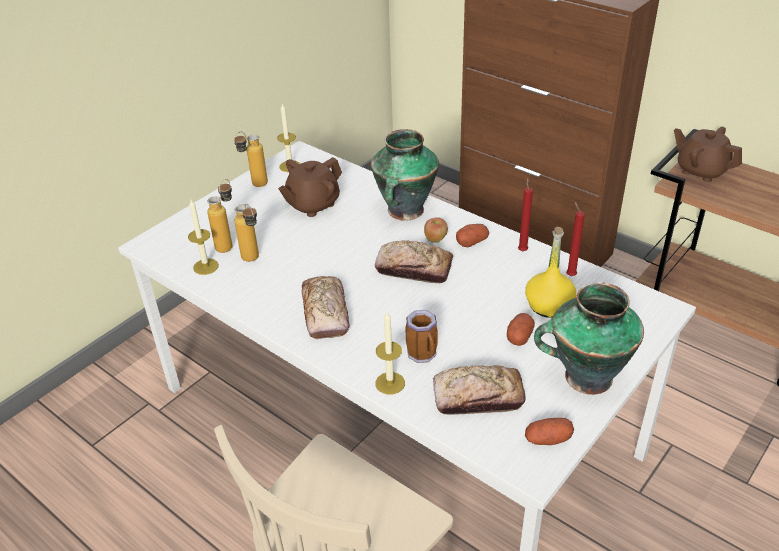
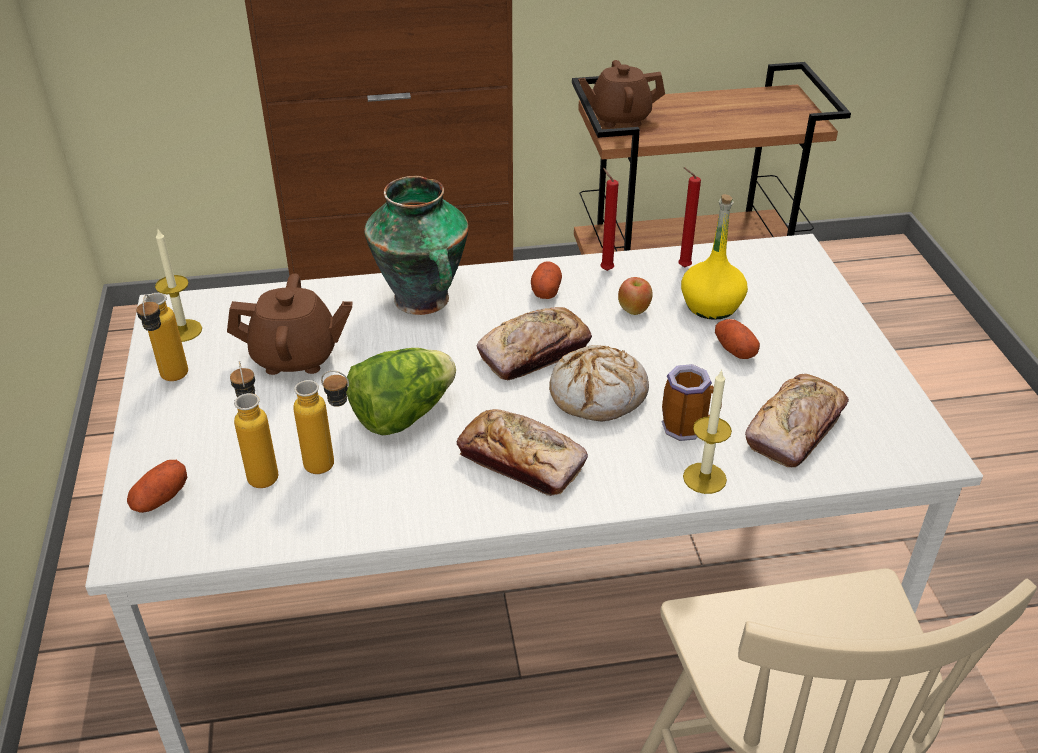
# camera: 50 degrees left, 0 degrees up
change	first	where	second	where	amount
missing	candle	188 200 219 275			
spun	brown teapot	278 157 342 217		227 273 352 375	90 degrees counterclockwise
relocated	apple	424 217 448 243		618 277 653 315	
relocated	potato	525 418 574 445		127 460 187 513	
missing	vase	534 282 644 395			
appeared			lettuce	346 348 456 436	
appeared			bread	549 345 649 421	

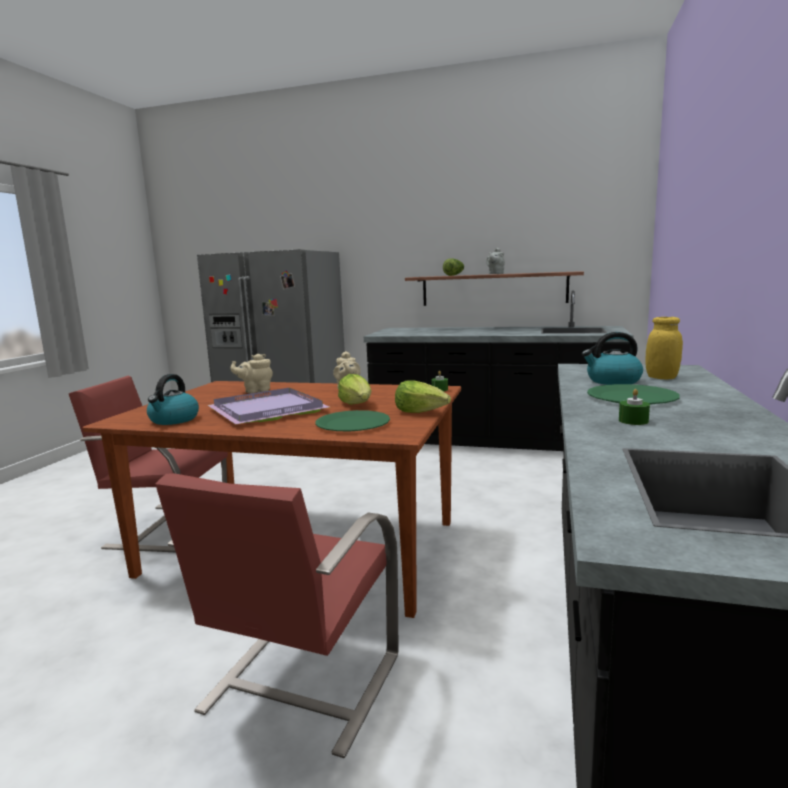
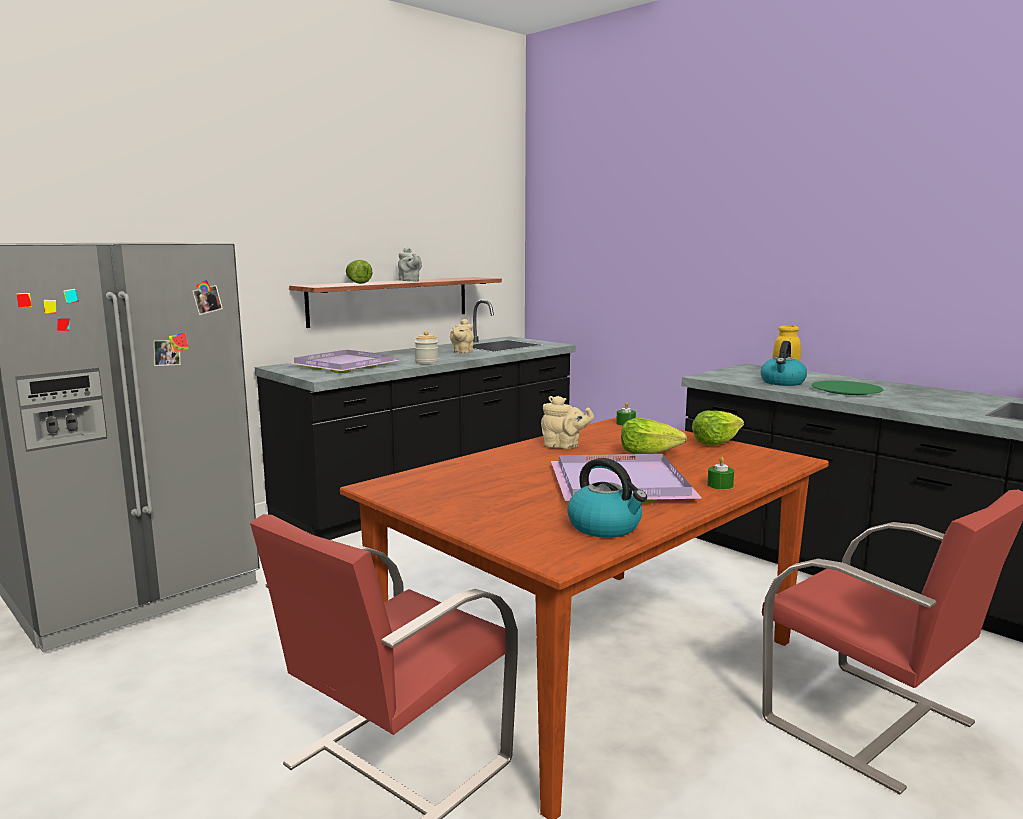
# camera: 60 degrees left, 0 degrees up
change	first	where	second	where	amount
relocated	beige teapot	230 354 273 393		450 319 474 354	
missing	green plate	316 410 390 431			
relocated	green candle	619 389 650 425		707 456 734 489	
appeared			purple tray	289 350 400 373	
appeared			jar	415 331 438 364	

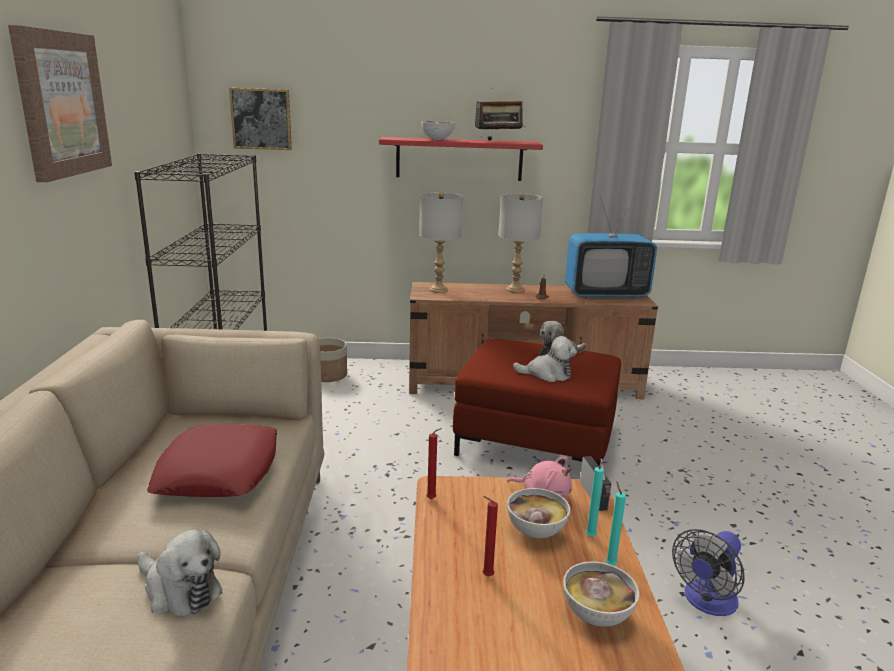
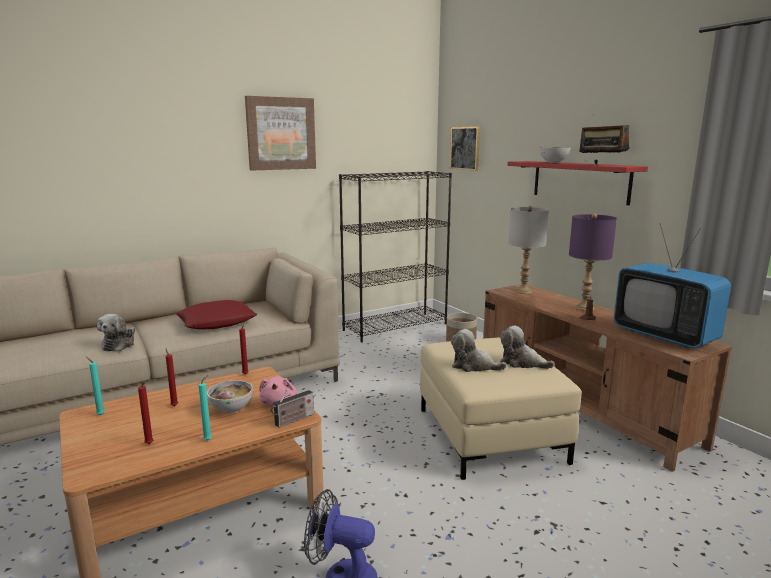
# camera: 60 degrees right, 5 degrees down
change	first	where	second	where	amount
colour	red ottoman	453 338 621 466	beige ottoman	420 337 582 480	
colour	grey table lamp	498 193 543 293	purple table lamp	569 213 617 311	
spun	plush toy	513 336 577 382		451 329 507 372	135 degrees clockwise
exchanged	bowl	563 562 639 627	red candle	138 383 154 444	
relocated	turquoise candle	586 465 604 537		86 357 105 415	

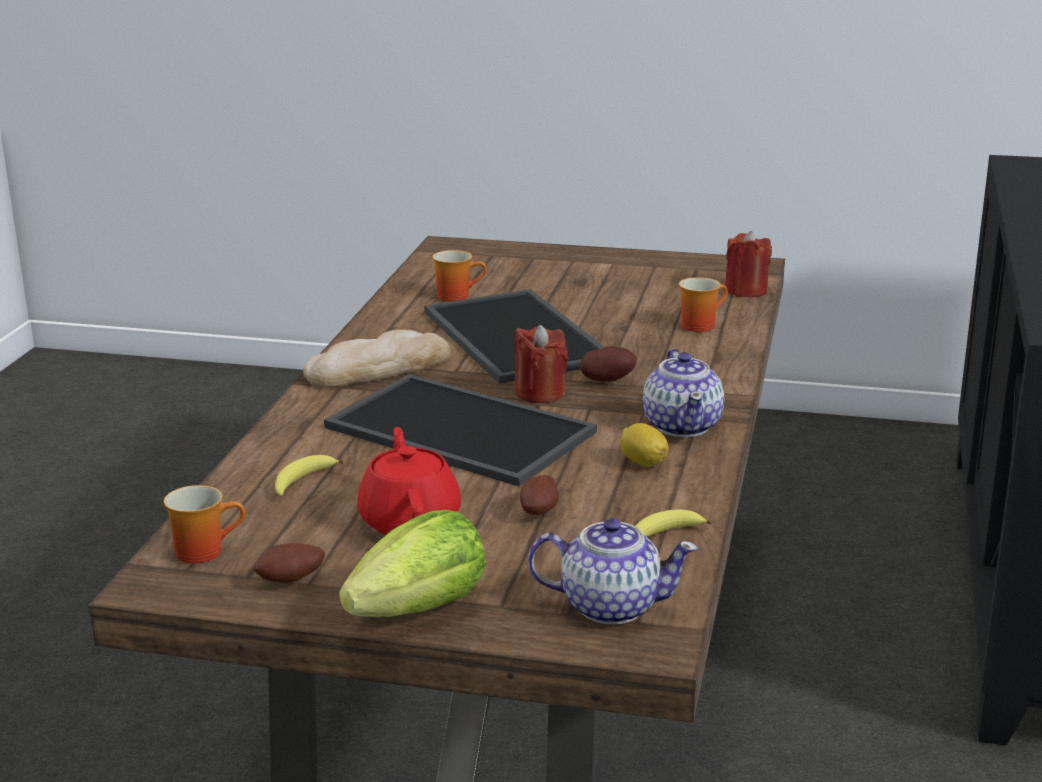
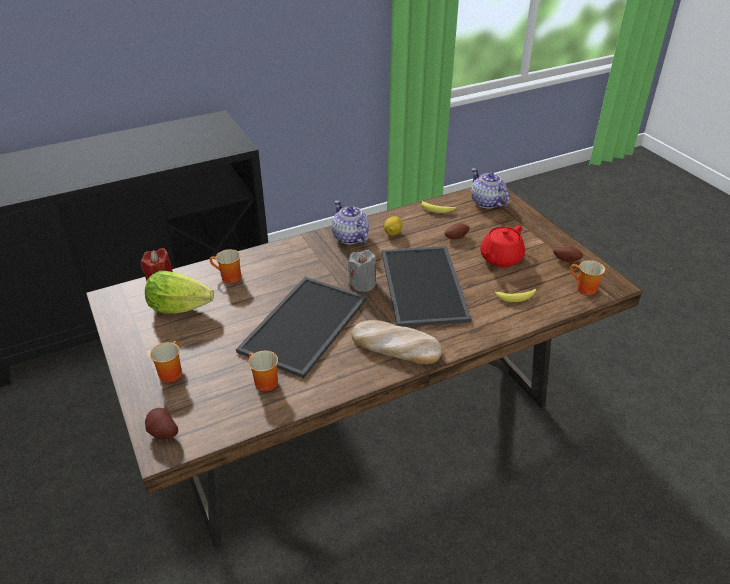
# camera: 130 degrees left, 15 degrees up
change	first	where	second	where	amount
relocated	lettuce	339 510 487 617		145 271 214 314	
colour	red candle	515 325 568 403	grey candle	348 250 376 292	
relocated	potato	580 346 637 382		145 408 178 440	
spun	teapot	643 349 724 437		332 200 369 244	75 degrees counterclockwise
appeared			mug	150 341 182 382	

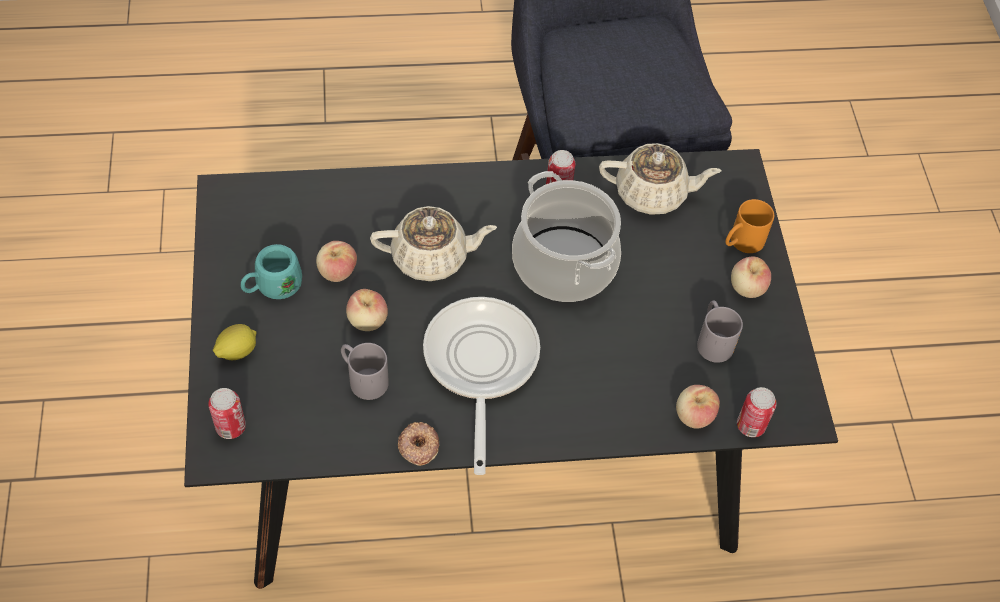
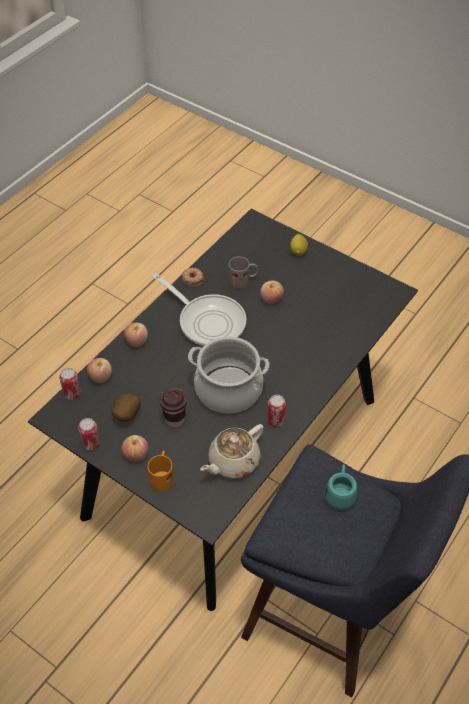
# camera: 135 degrees right, 5 degrees down
change	first	where	second	where	amount
relocated	can	208 388 246 439		78 418 100 450	
relocated	turquoise mug	241 244 302 299		325 464 357 510	
relocated	apple	316 241 357 282		124 323 148 347	
missing	beige teapot	370 206 497 281			
exchanged	grey mug	697 300 743 363	potato	112 393 141 422	
appeared			brown cup	159 388 187 427	

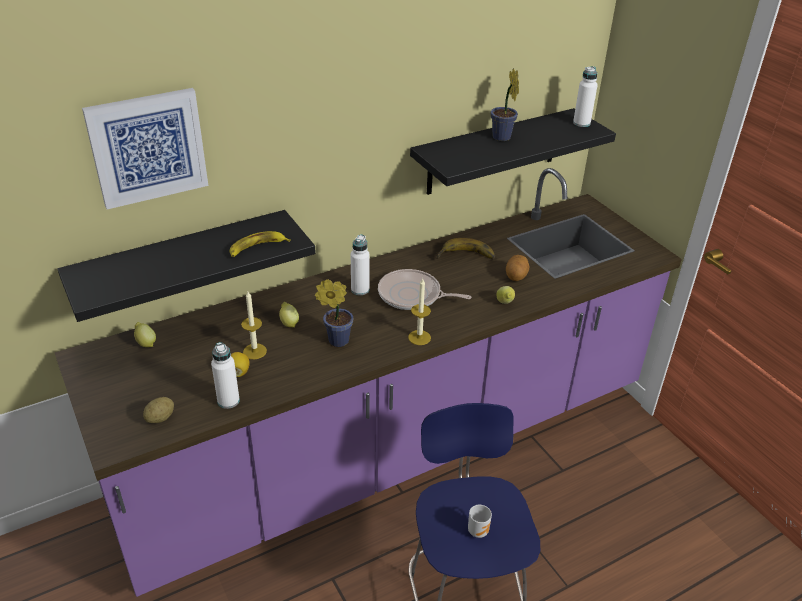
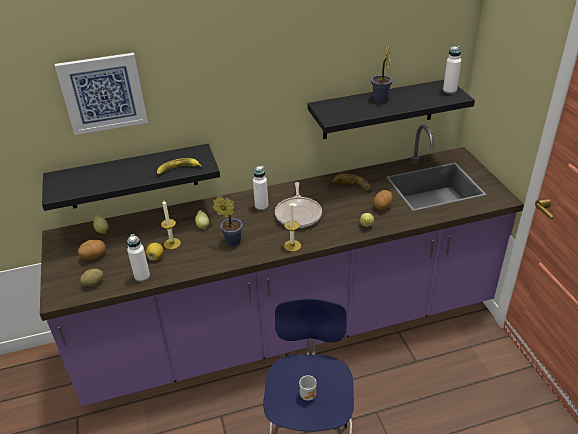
# camera: 15 degrees right, 0 degrees up
change	first	where	second	where	amount
spun	frying pan	378 269 471 310		275 182 322 228	120 degrees counterclockwise
appeared			potato	78 240 106 260	

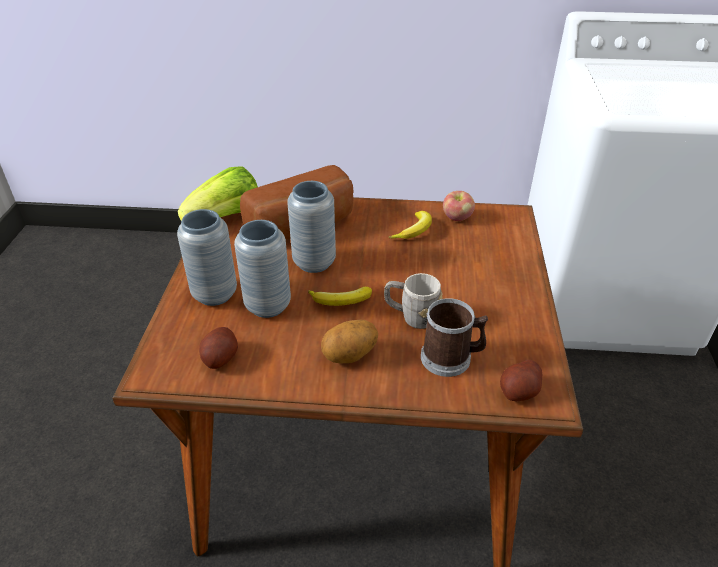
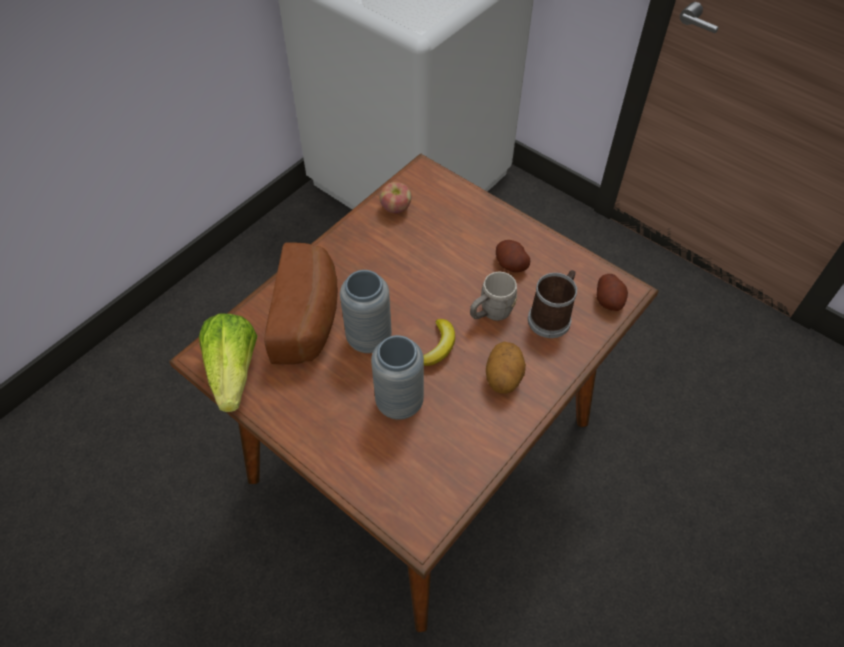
# camera: 55 degrees left, 15 degrees up
change	first	where	second	where	amount
missing	grey vase	177 209 237 306			
relocated	potato	199 327 238 369		496 240 530 272	
missing	banana	388 211 432 239			

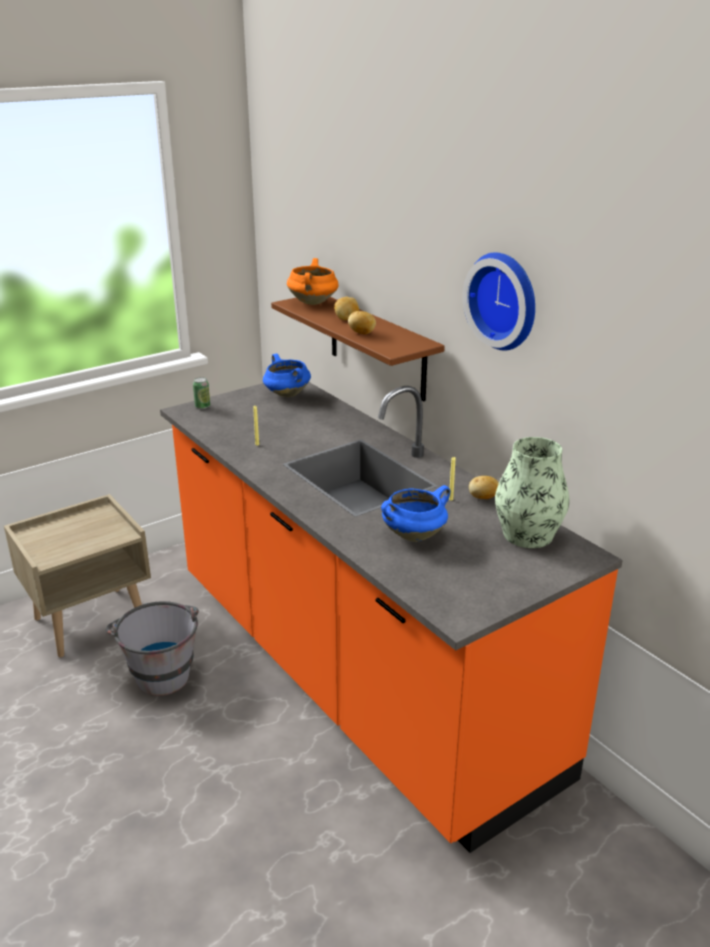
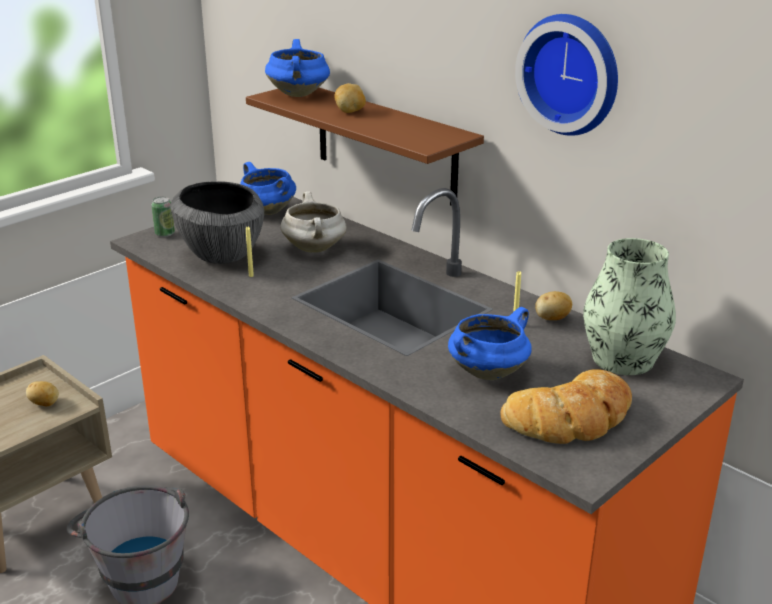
# camera: 10 degrees left, 0 degrees up
change	first	where	second	where	amount
colour	orange cooking pot	287 258 339 305	blue cooking pot	265 39 330 97	
relocated	potato	348 311 376 334		26 381 59 406	
appeared			bowl	170 181 264 264	
appeared			white cooking pot	280 191 346 253	
appeared			bread	500 369 632 444	

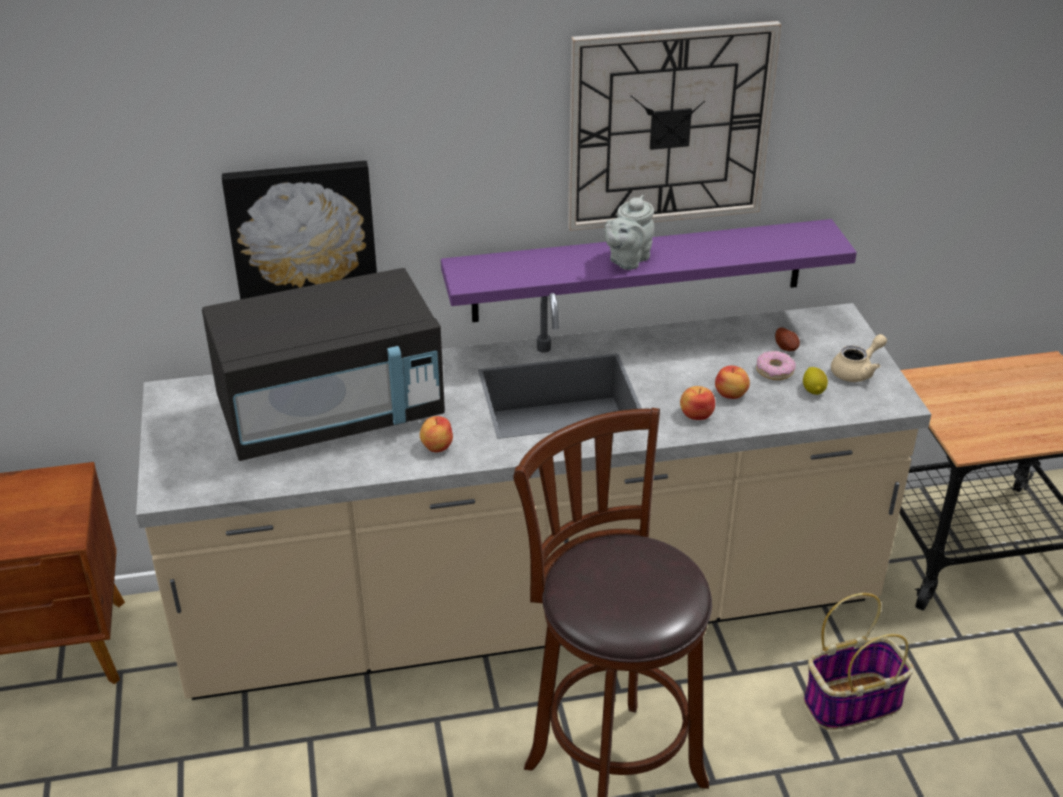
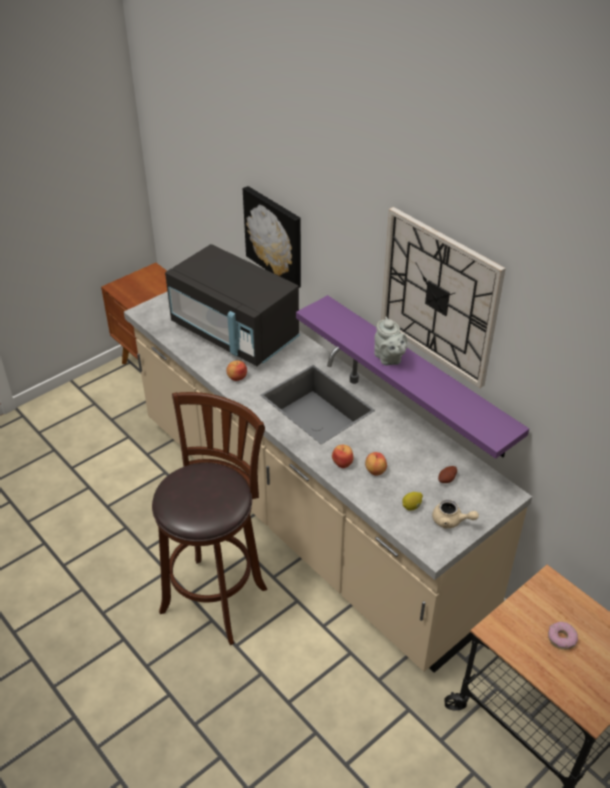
# camera: 60 degrees right, 5 degrees up
change	first	where	second	where	amount
spun	grey teapot	604 195 654 270		374 317 407 365	120 degrees counterclockwise
relocated	donut	756 351 796 380		548 622 578 650	
missing	basket	804 593 914 730			

